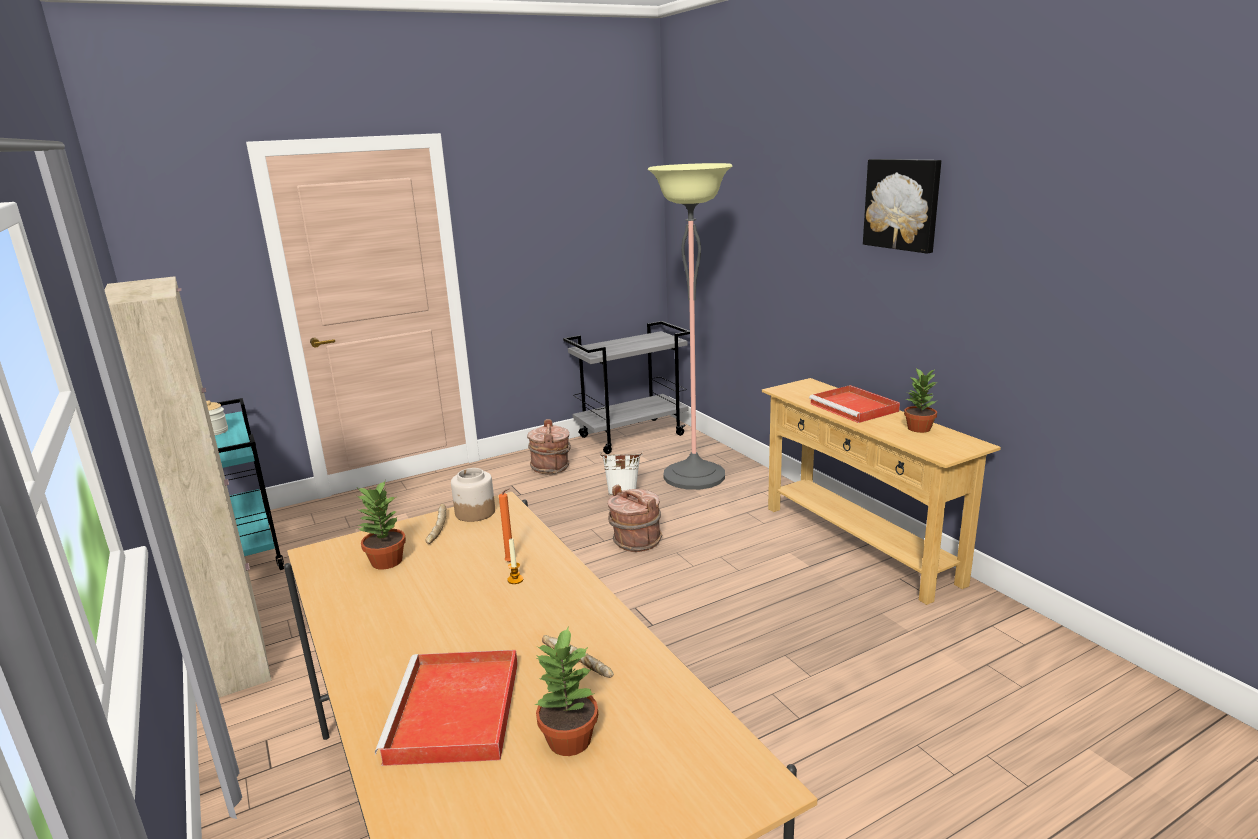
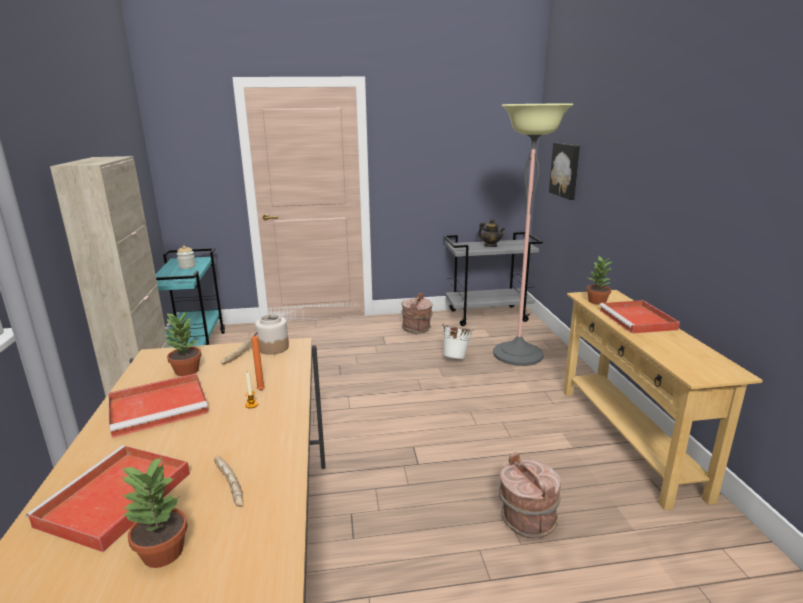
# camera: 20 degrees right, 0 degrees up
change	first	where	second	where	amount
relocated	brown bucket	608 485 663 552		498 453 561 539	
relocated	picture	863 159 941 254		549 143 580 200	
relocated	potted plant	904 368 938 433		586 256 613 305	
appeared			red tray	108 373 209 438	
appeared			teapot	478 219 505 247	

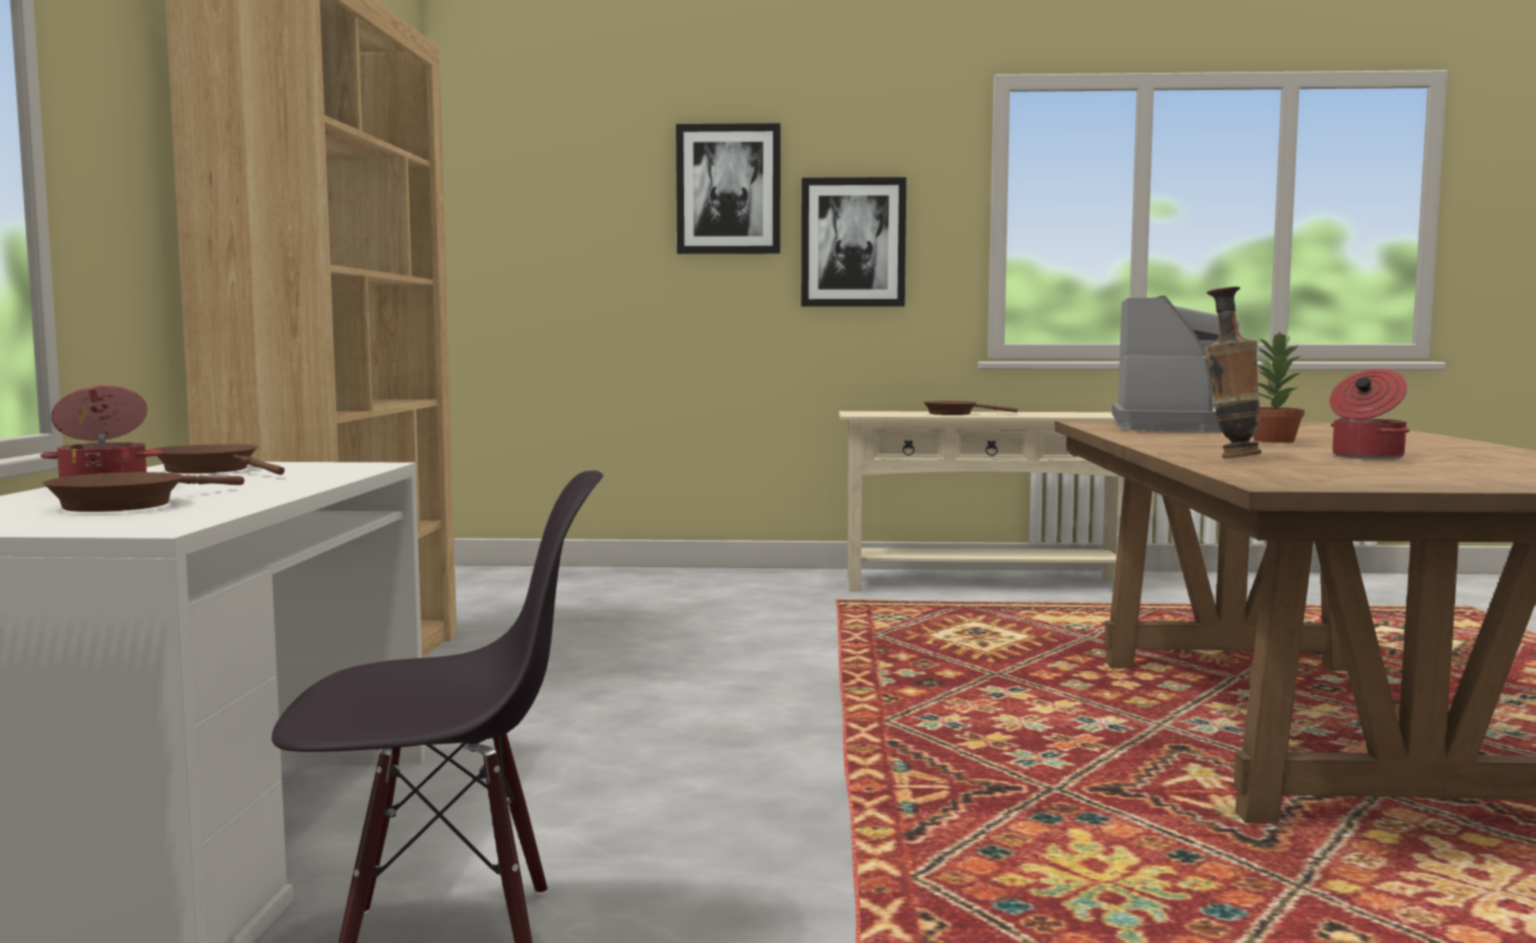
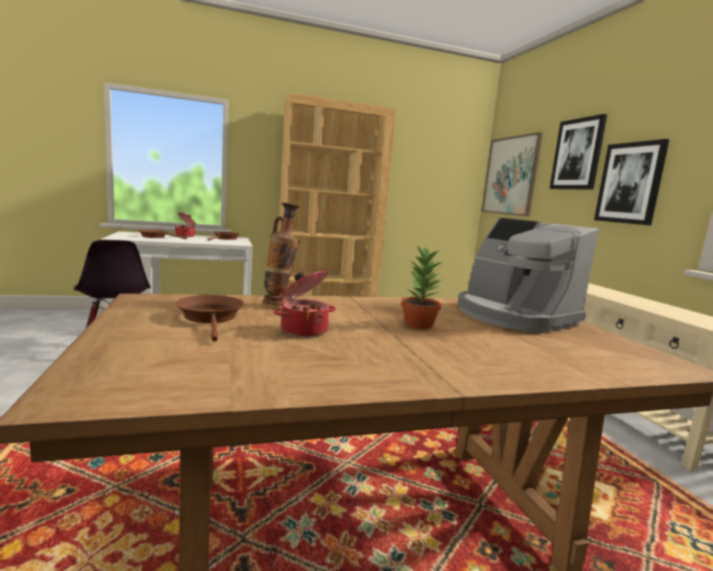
# camera: 70 degrees right, 5 degrees up
change	first	where	second	where	amount
relocated	brown frying pan	923 401 1018 415		175 295 244 342	
spun	coffee machine	1112 296 1239 432		458 218 599 332	60 degrees clockwise
appeared			picture	481 132 542 216	

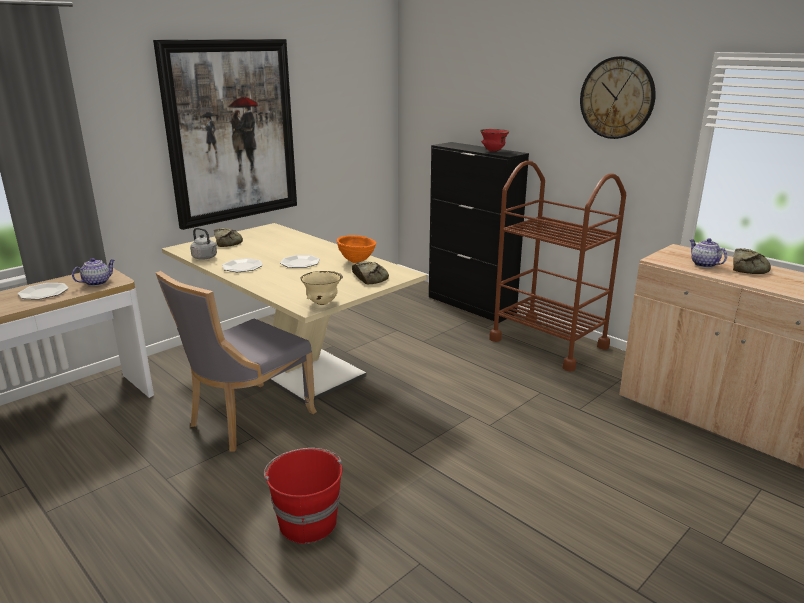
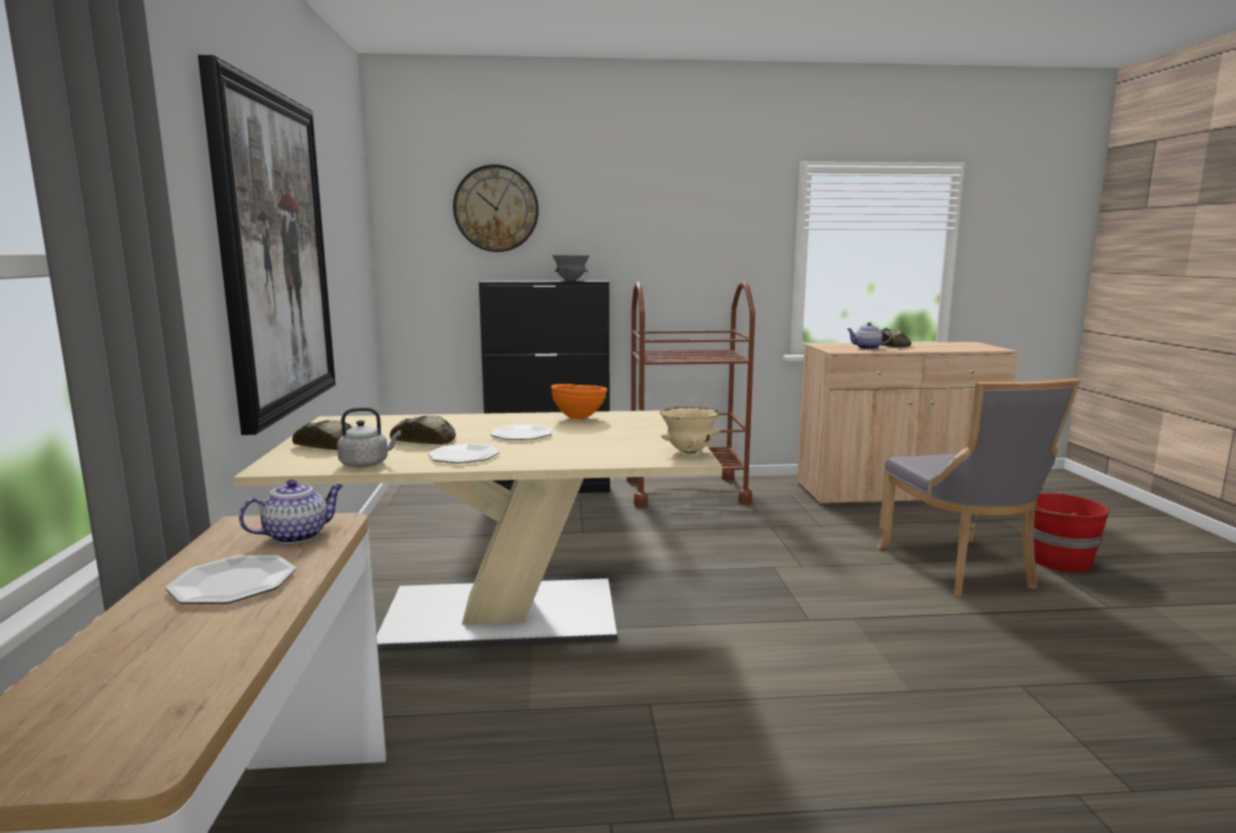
# camera: 50 degrees left, 10 degrees down
change	first	where	second	where	amount
spun	teapot	72 258 115 286		239 479 343 544	60 degrees clockwise
relocated	grey chair	156 271 317 452		876 378 1080 596	
relocated	red bucket	264 448 343 544		1034 491 1109 572	
relocated	bread	352 261 389 284		390 416 456 444	
colour	red bowl	480 129 509 151	grey bowl	552 255 590 281	
relocated	wall clock	580 56 656 139		453 164 539 252	

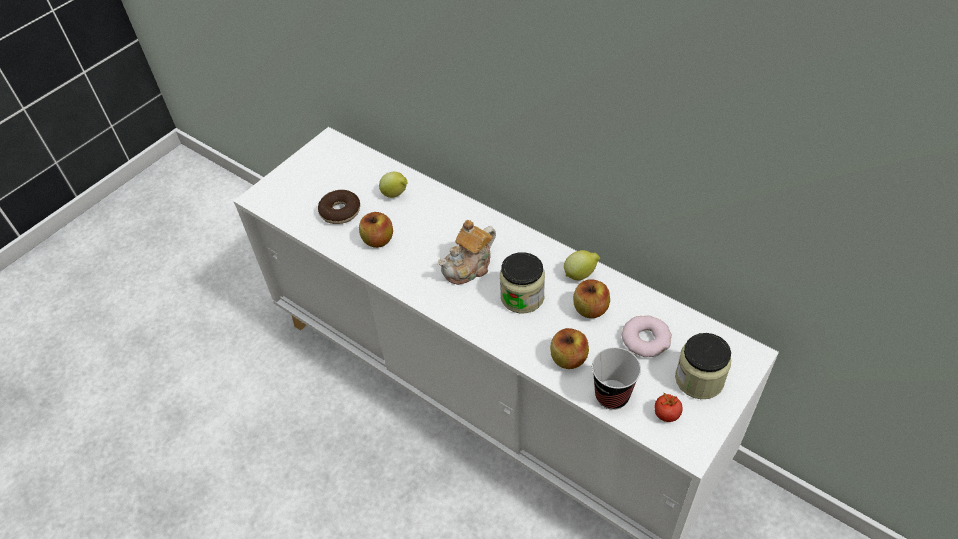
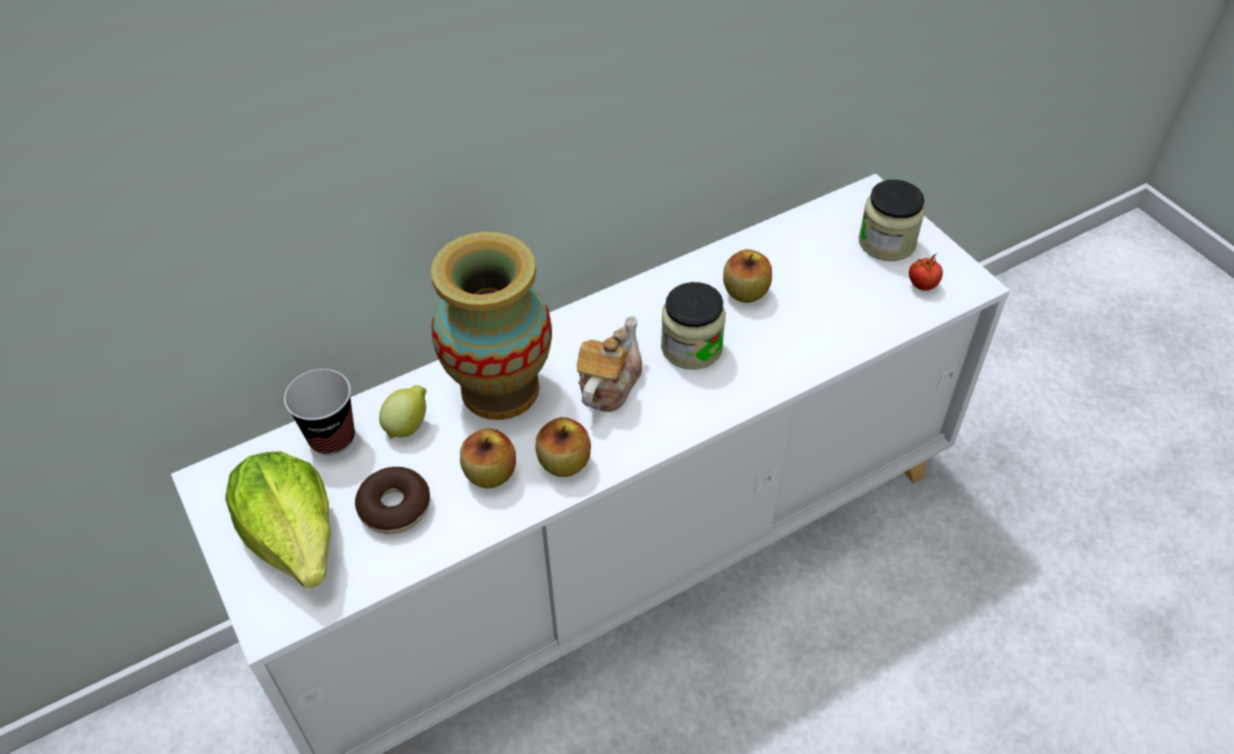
# camera: 70 degrees left, 0 degrees up
change	first	where	second	where	amount
spun	teapot	437 220 496 285		577 316 642 412	135 degrees counterclockwise
relocated	apple	550 328 589 369		535 417 591 477	
missing	lemon	564 250 600 280			
relocated	cup	592 347 641 410		284 369 355 455	
missing	donut	622 315 672 357			
appeared			lettuce	225 451 331 588	
appeared			vase	431 232 552 420	

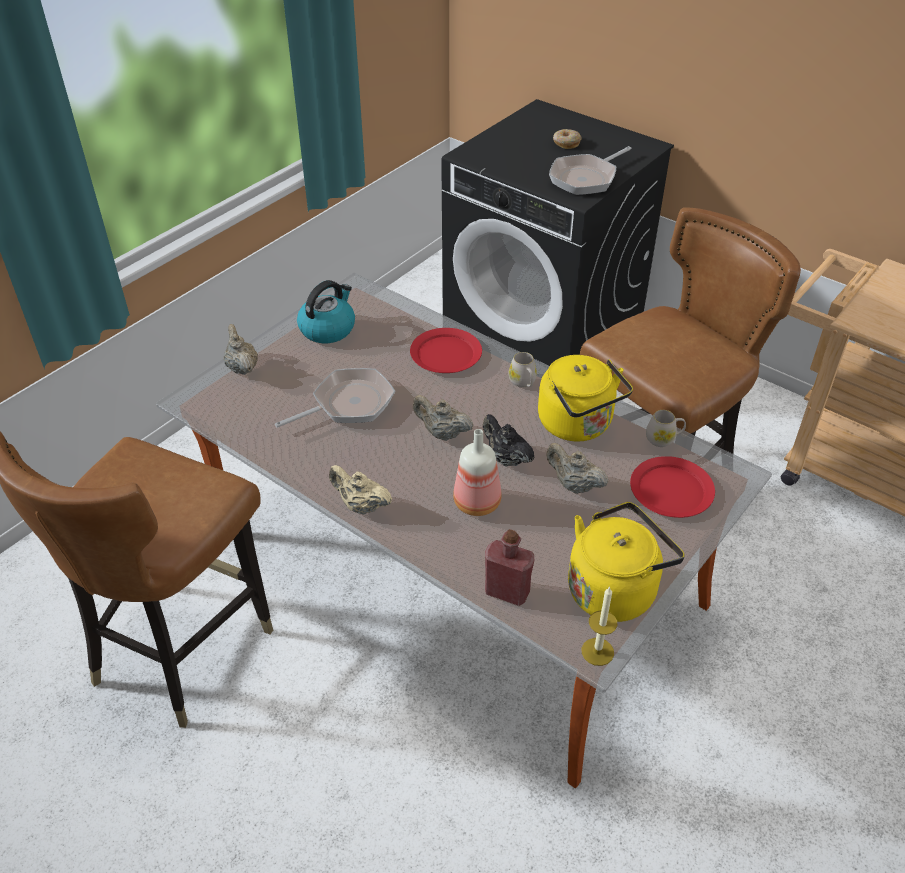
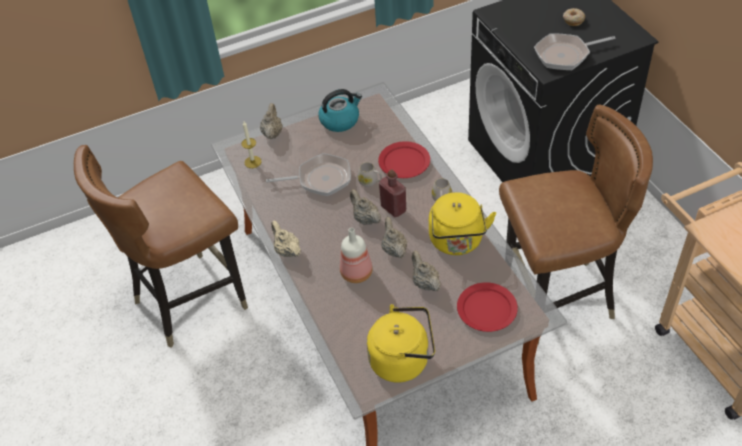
# camera: 30 degrees right, 5 degrees up
change	first	where	second	where	amount
colour	black teapot	483 414 535 466	beige teapot	381 217 407 258	
relocated	red bottle	485 529 534 606		379 169 406 217	
relocated	candle	582 586 617 666		241 122 262 168	
relocated	white mug	646 410 686 447		358 162 382 187	

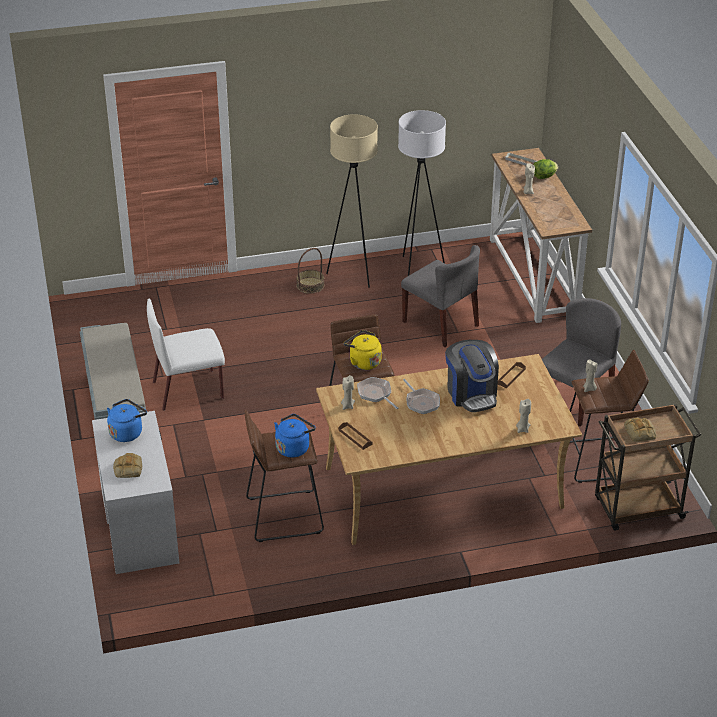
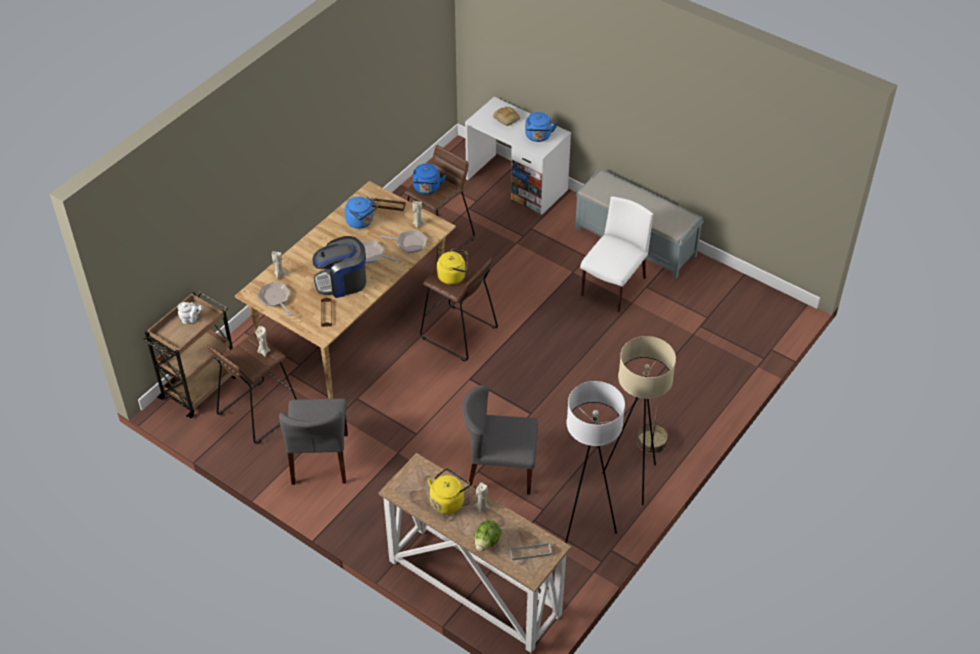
# camera: 140 degrees right, 10 degrees up
change	first	where	second	where	amount
spun	coffee machine	445 340 499 412		312 236 366 298	45 degrees counterclockwise
exchanged	bread	624 418 656 442	white teapot	177 302 204 324	
appeared			frying pan	258 282 292 316	
appeared			blue kettle	345 197 378 229	
appeared			yellow kettle	427 468 470 514	

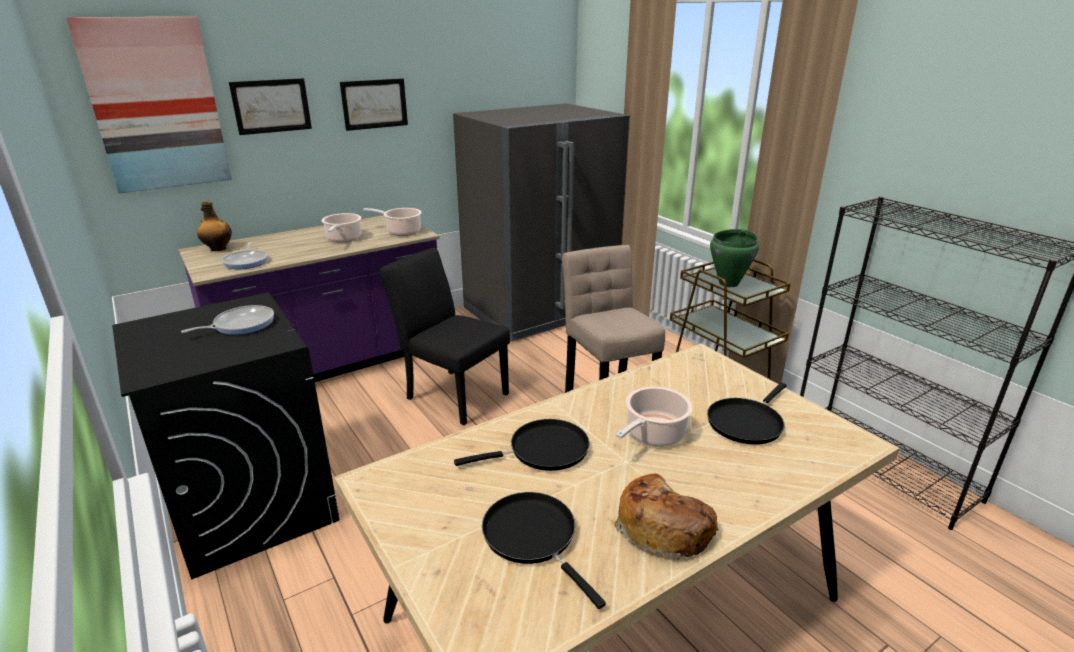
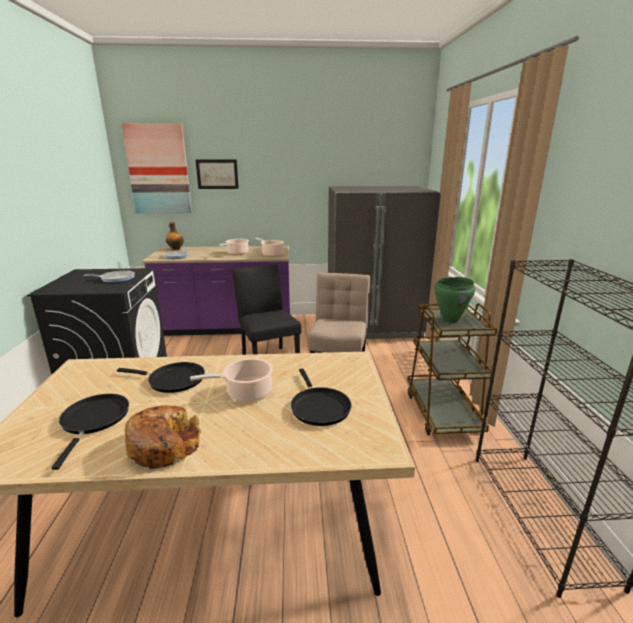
# camera: 30 degrees right, 5 degrees down
change	first	where	second	where	amount
missing	picture	340 78 408 131			
spun	black frying pan	707 383 787 445		291 368 352 426	90 degrees counterclockwise

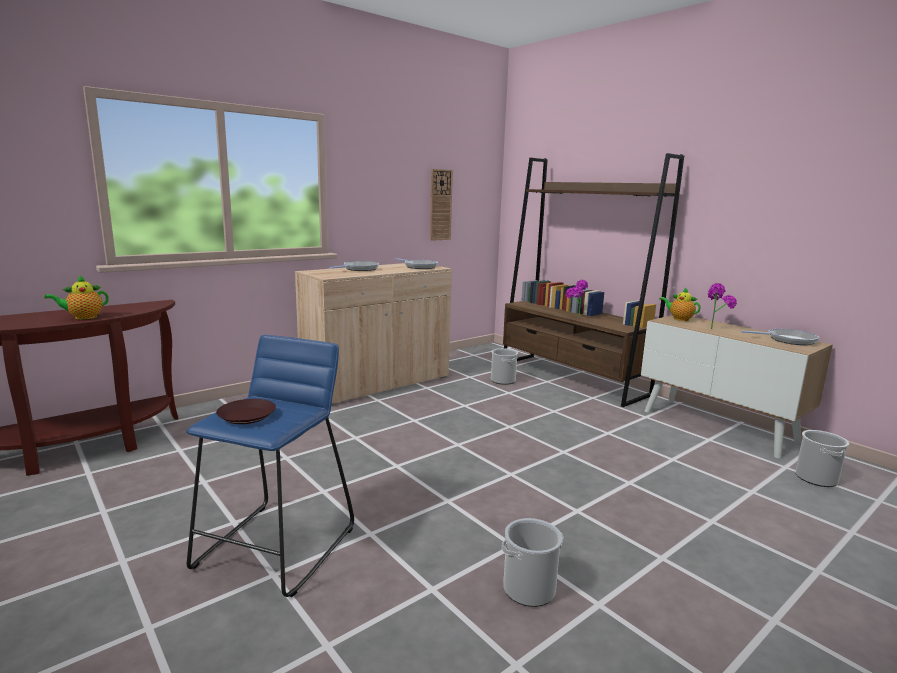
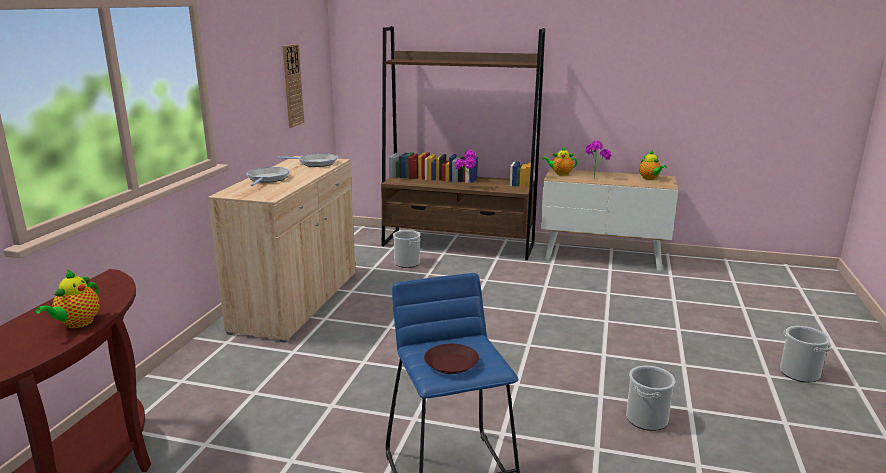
# camera: 35 degrees left, 5 degrees up
change	first	where	second	where	amount
exchanged	frying pan	741 329 820 346	teapot	639 150 666 180	
relocated	bucket	796 430 849 487		780 326 831 383	

